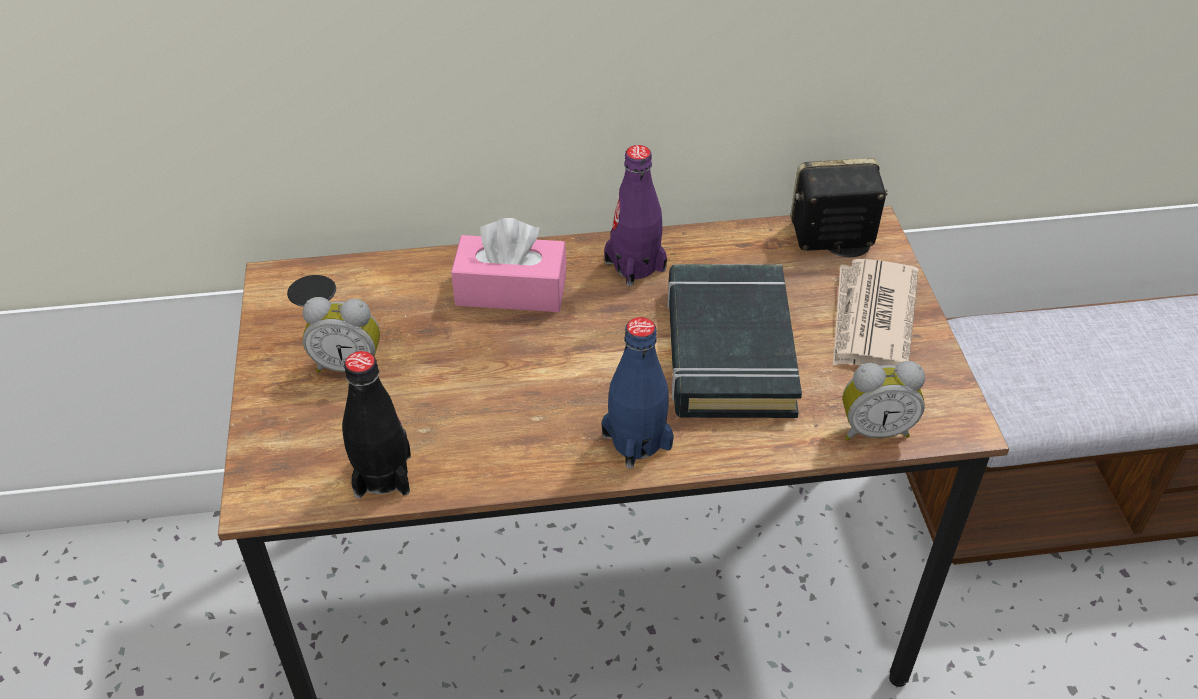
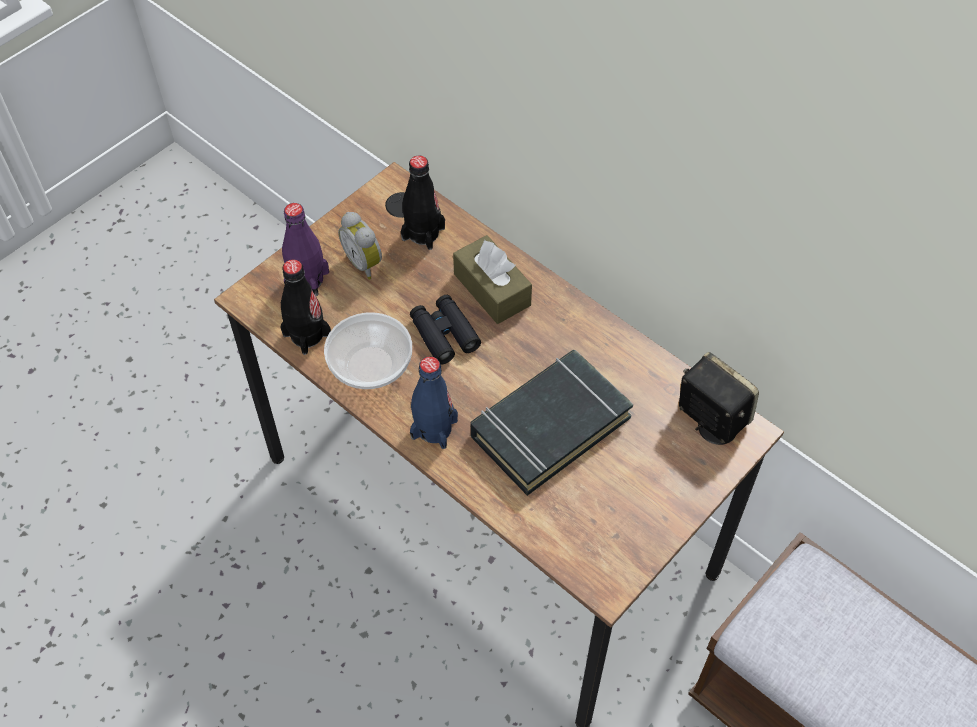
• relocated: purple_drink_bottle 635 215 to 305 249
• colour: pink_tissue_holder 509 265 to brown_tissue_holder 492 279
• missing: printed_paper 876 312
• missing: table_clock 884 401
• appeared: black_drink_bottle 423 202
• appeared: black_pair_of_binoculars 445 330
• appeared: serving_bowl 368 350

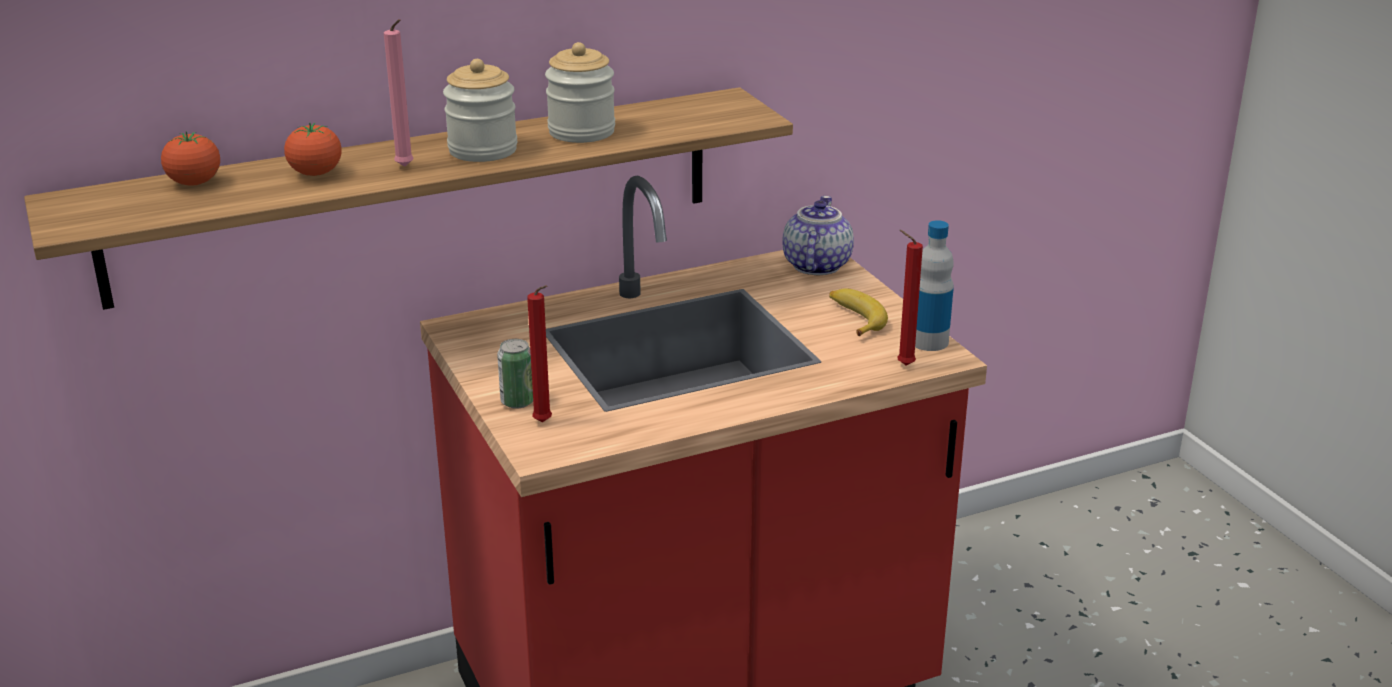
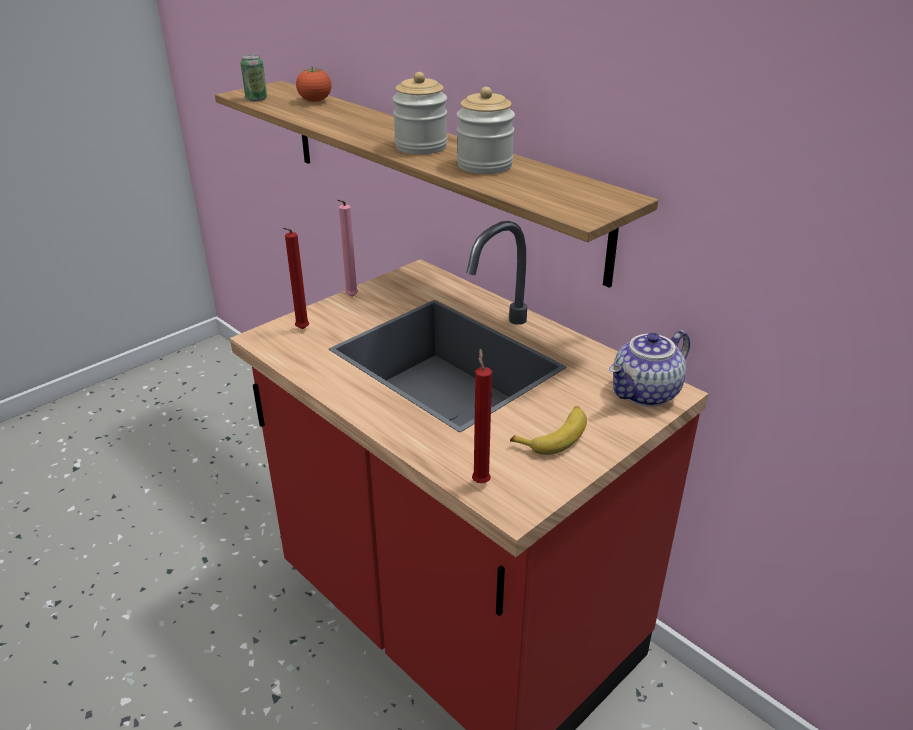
• relocated: pink_candle 399 93 to 347 248
• missing: whole_tomato 313 149
• spun: tea_pot 818 235 = 649 368 150 degrees clockwise
• missing: drink_bottle 934 285
• relocated: can 515 374 to 253 78

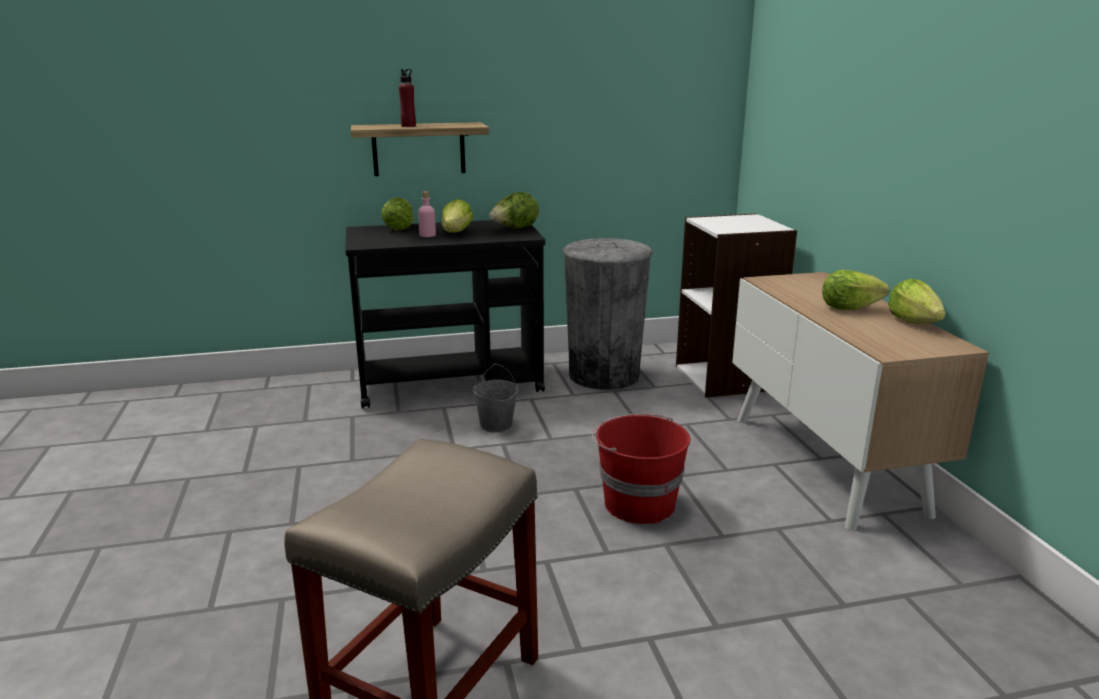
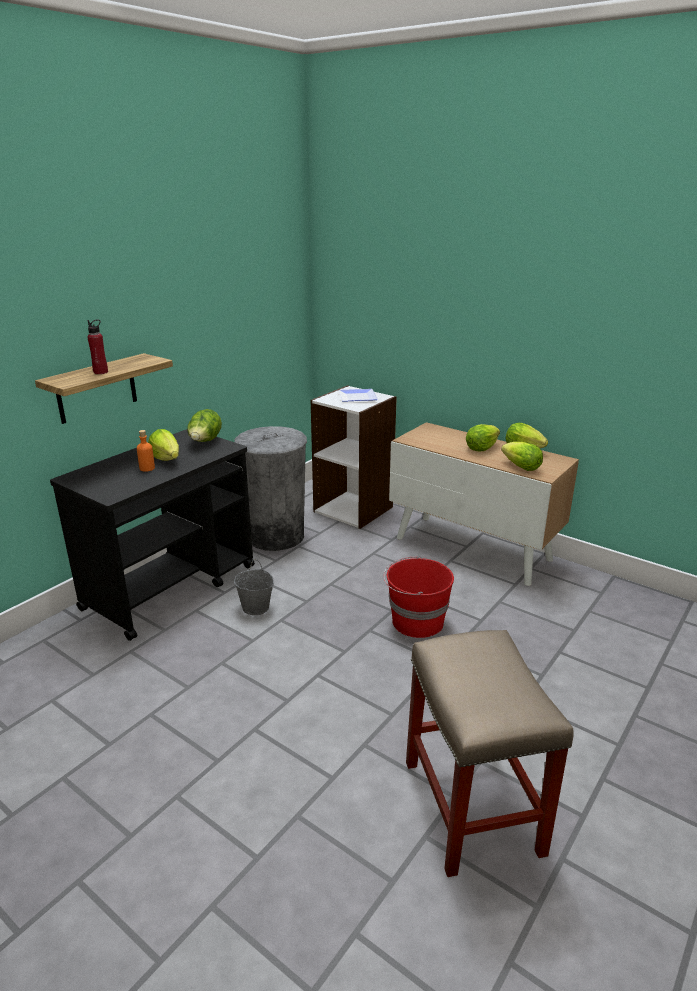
• colour: pink_drink_bottle 427 214 to orangey_drink_bottle 146 451
• relocated: head_of_lettuce 397 213 to 522 456
• appeared: dinner_plate 358 395

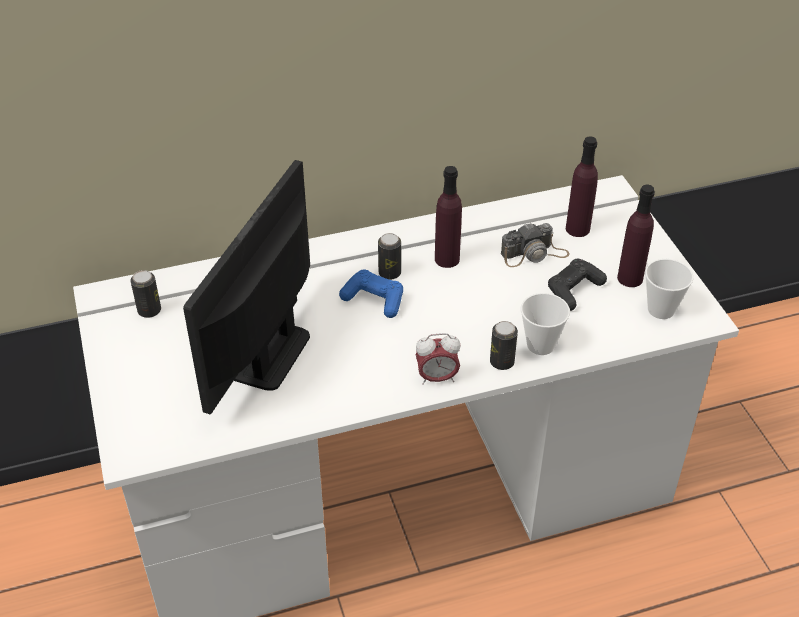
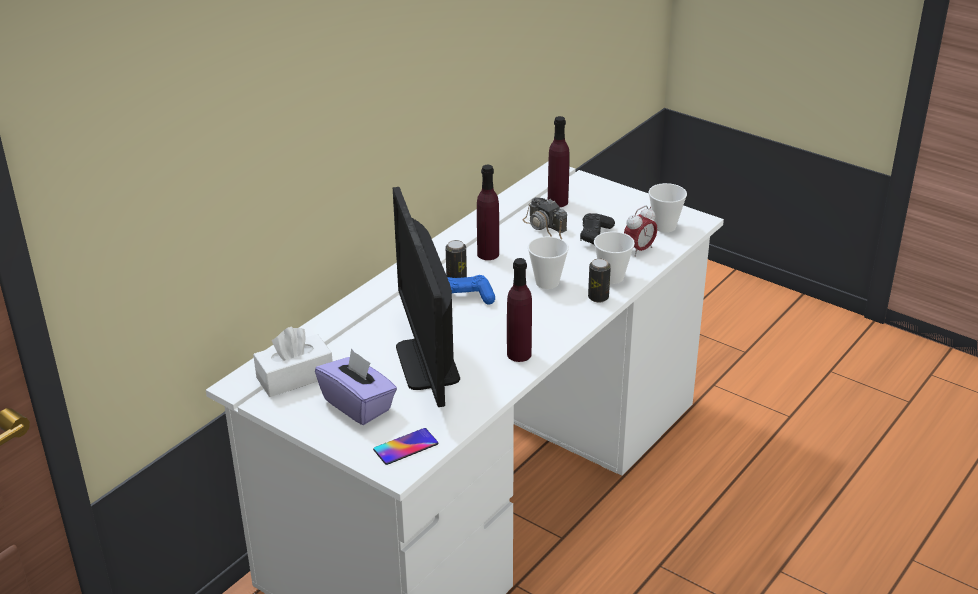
• relocated: purple_drink_bottle 636 236 to 519 310
• spun: photo_camera 535 244 = 545 218 105 degrees clockwise
• exchanged: can 145 294 to whitish_tissue_holder 293 362
• relocated: table_clock 438 359 to 640 231
• appeared: drinking_cup 548 262
• appeared: purple_tissue_holder 356 386
• appeared: handset 405 446

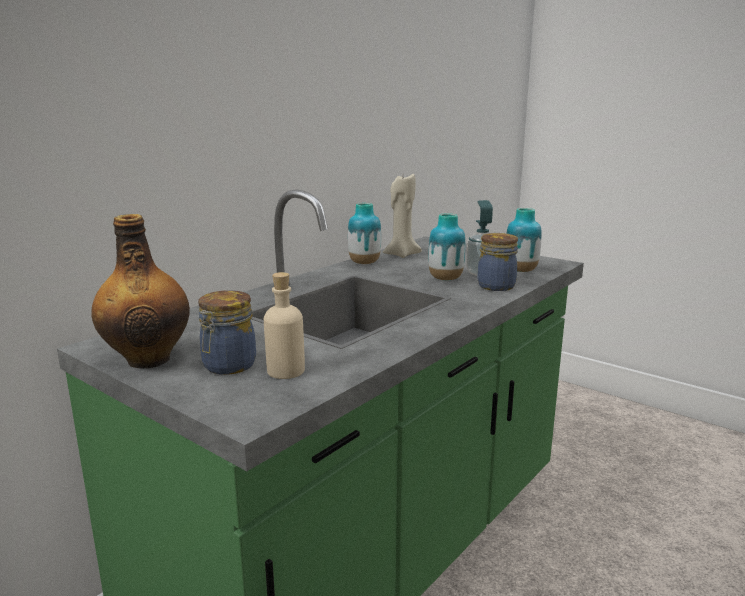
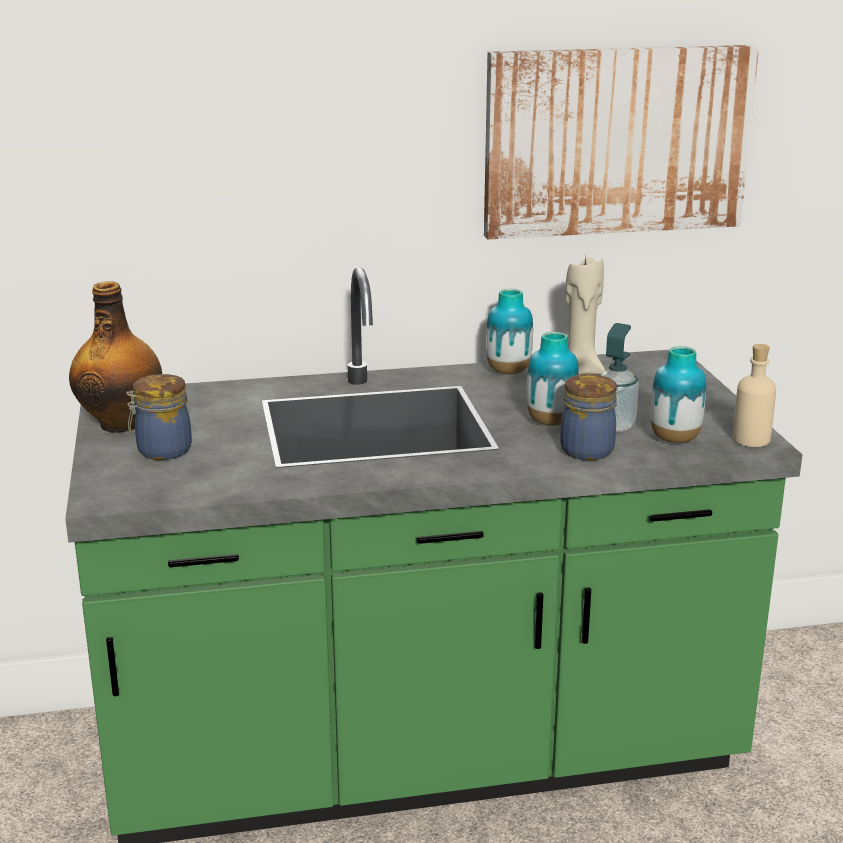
• relocated: beige_drink_bottle 284 325 to 754 395
• appeared: wall_art 621 142

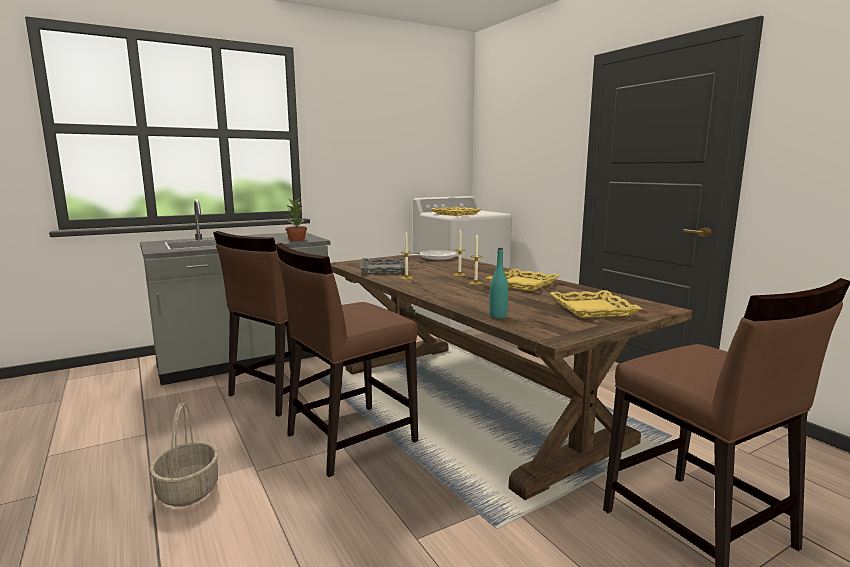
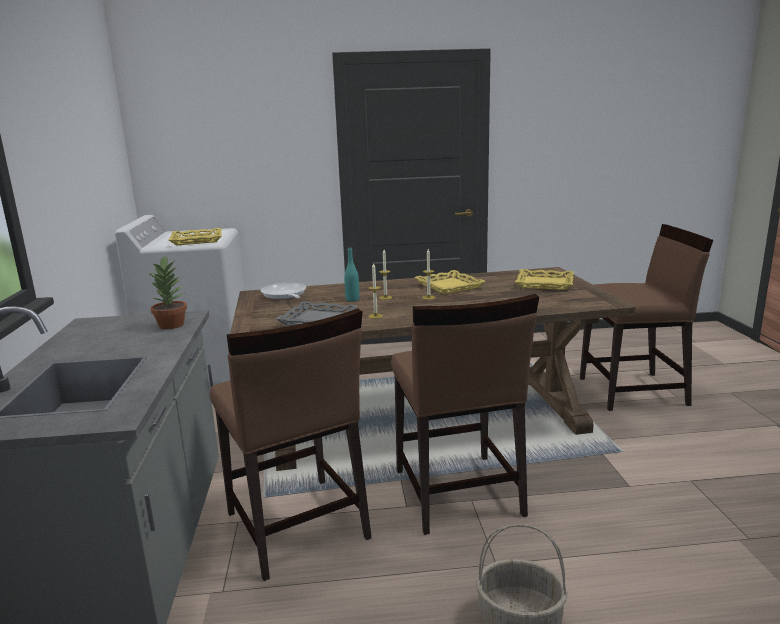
• relocated: turquoise_drink_bottle 498 283 to 351 274

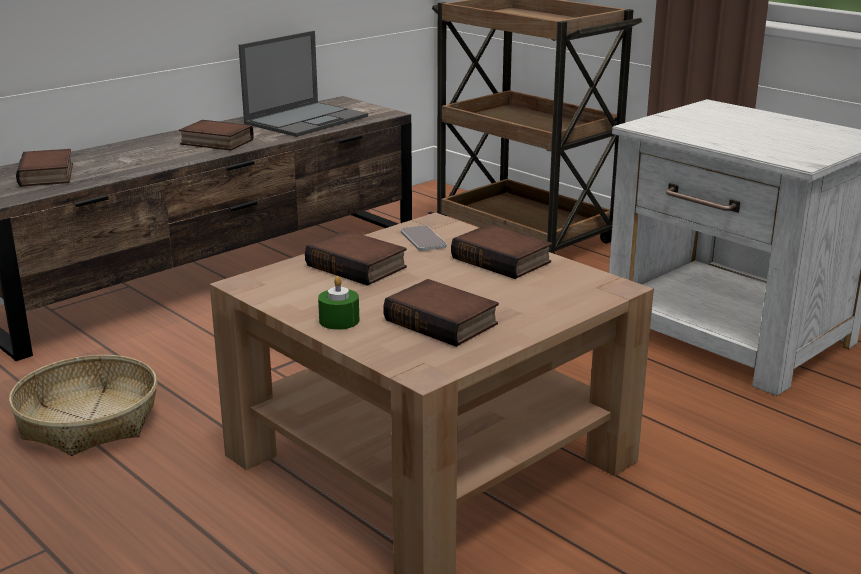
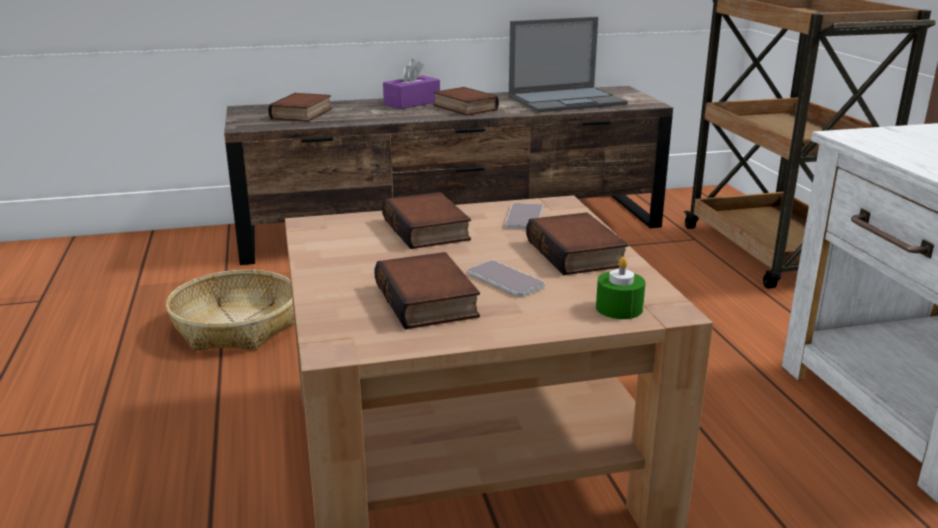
• relocated: greenish_candle 338 303 to 620 288
• appeared: purple_tissue_holder 411 84
• appeared: handset 506 279

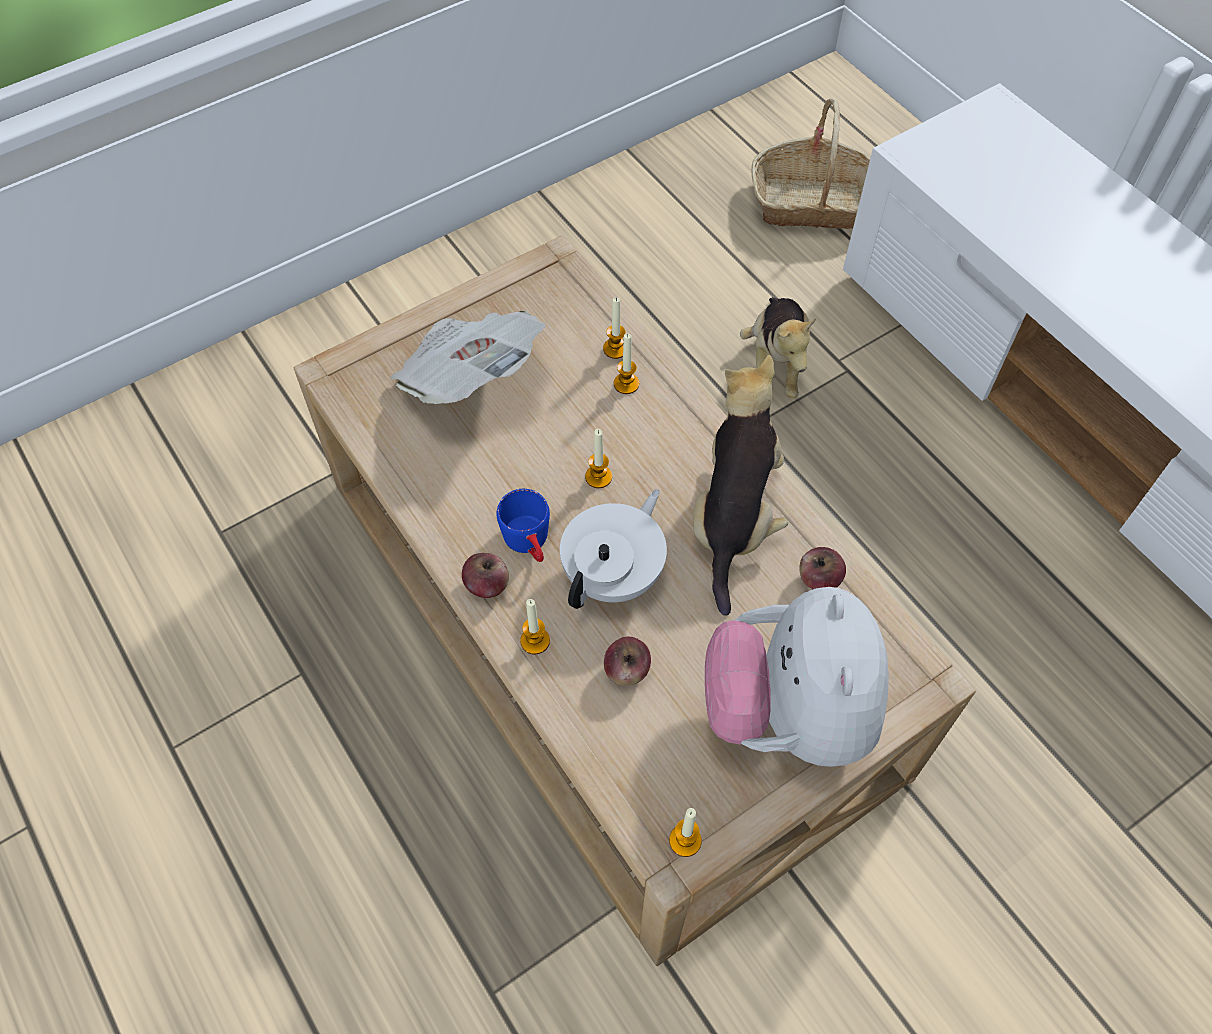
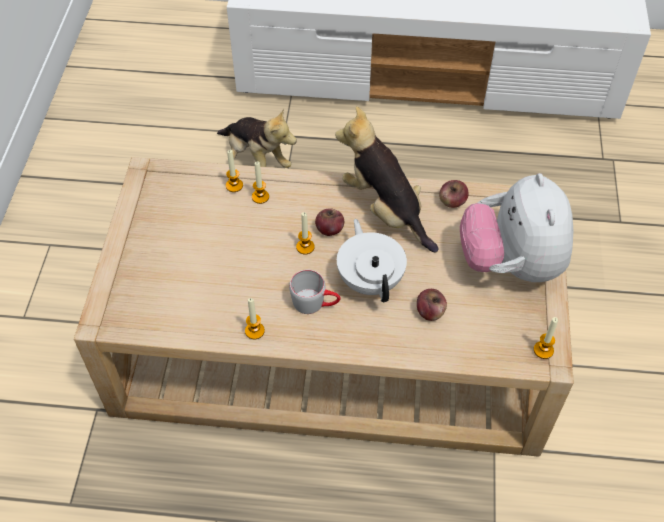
• missing: household_basket 811 164
• missing: printed_paper 467 357
• colour: blue-coloured_coffee_mug 523 525 to gray_coffee_mug 314 292
• relocated: whole_apple 485 575 to 329 222
• spun: soft_toy 797 677 = 516 227 45 degrees clockwise
• relocated: candle 535 627 to 255 318

